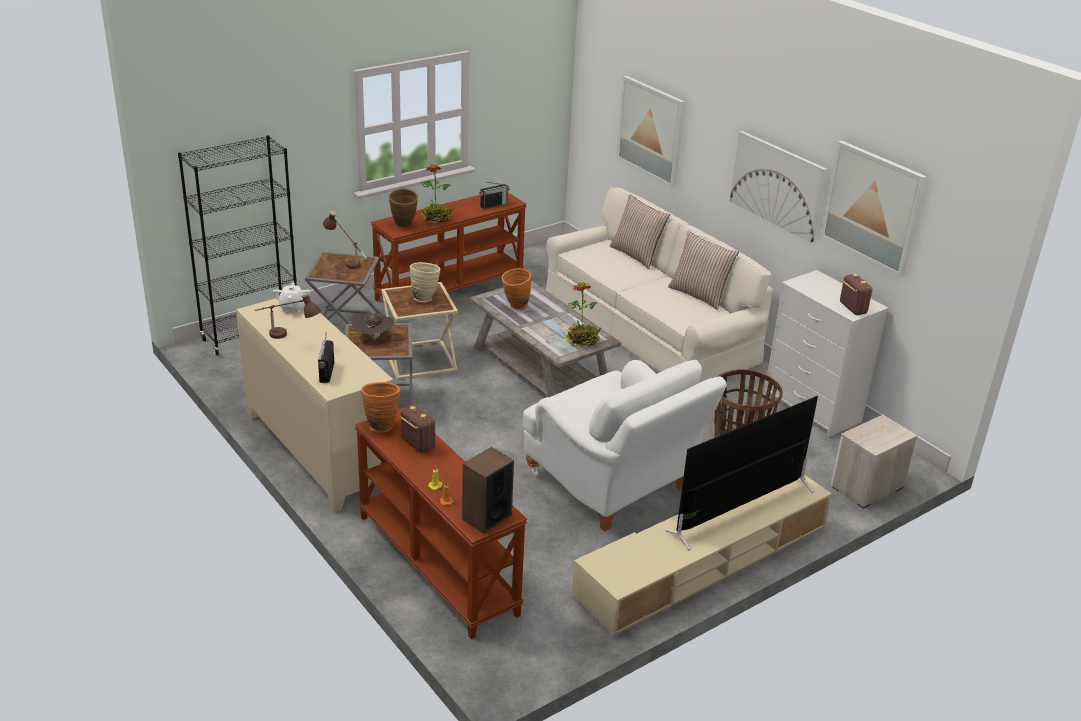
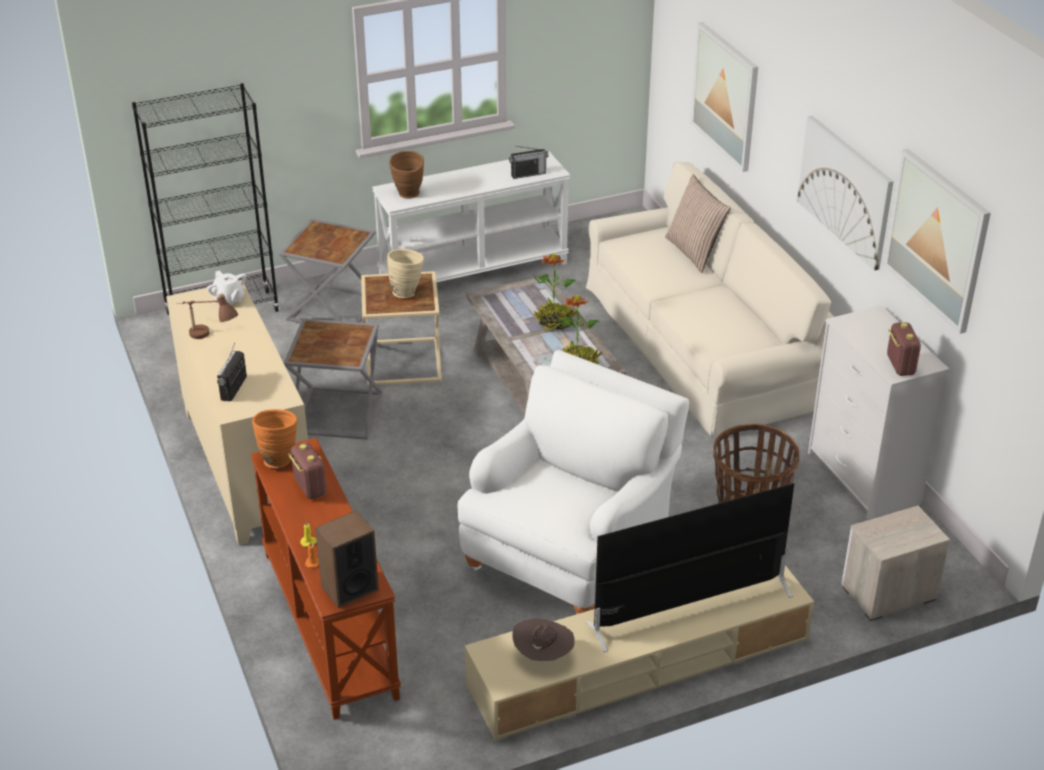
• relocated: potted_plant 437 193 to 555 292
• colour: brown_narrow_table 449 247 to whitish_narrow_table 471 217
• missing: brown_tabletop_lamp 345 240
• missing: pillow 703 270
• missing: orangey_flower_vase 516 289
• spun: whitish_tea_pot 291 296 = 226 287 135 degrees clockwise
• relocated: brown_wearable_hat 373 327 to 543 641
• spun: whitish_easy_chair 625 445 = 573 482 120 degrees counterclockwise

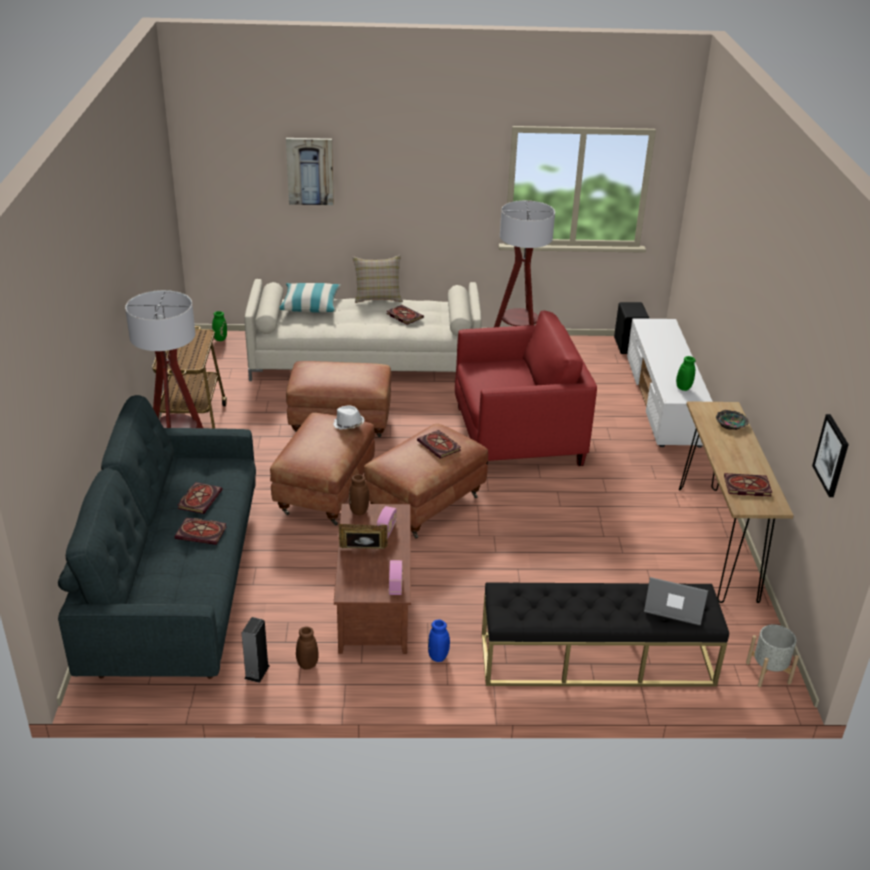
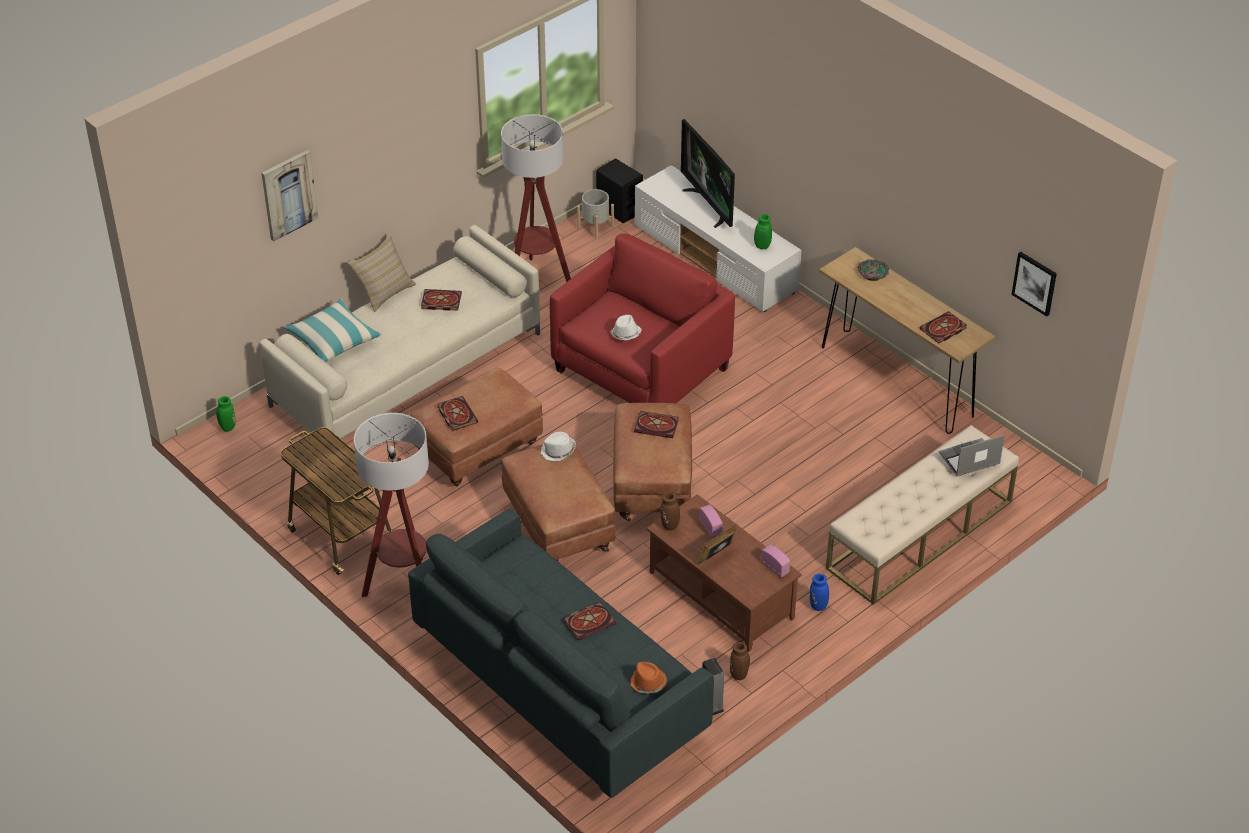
• relocated: book 200 498 to 457 413
• colour: black_indoor_bench 605 634 to beige_indoor_bench 922 515
• relocated: gray_flower_pot 772 655 to 595 214
• appeared: TV_set 708 173
• appeared: whitish_wearable_hat 626 327
• appeared: orangey_wearable_hat 648 678

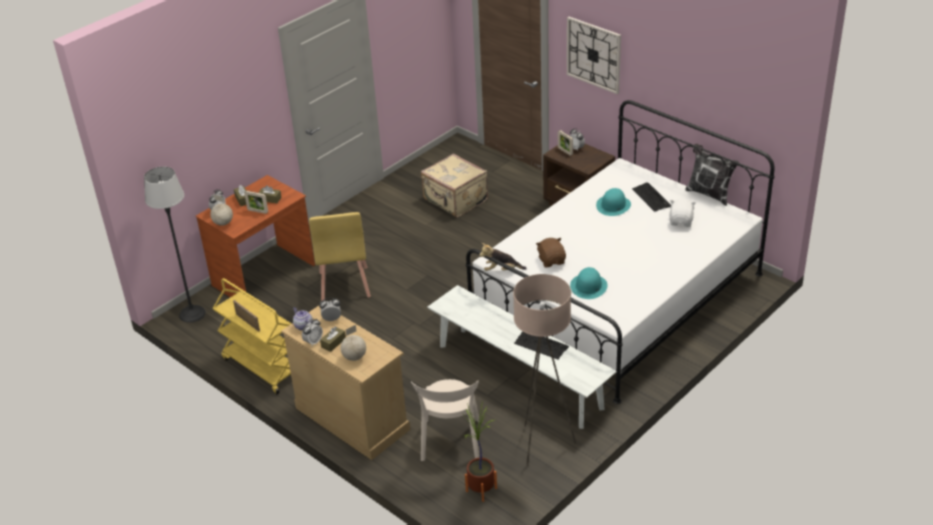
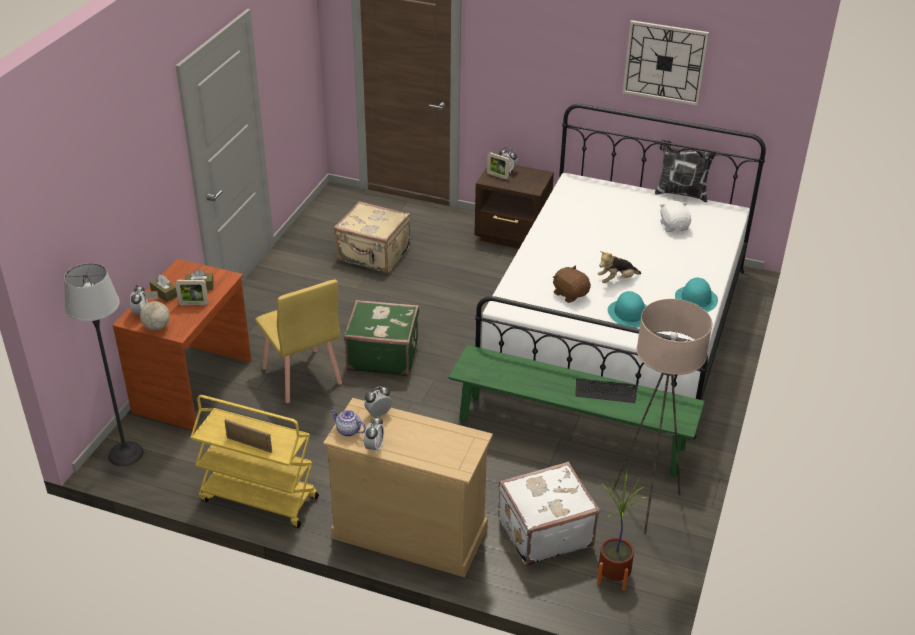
• relocated: wall_clock 594 55 to 666 63
• missing: computer_keyboard 651 197
• relocated: turquoise_wearable_hat 613 202 to 696 295
• relocated: soft_toy 503 257 to 619 267
• colour: whitish_indoor_bench 522 357 to greenish_indoor_bench 576 411
• missing: world_globe 353 343
• missing: brown_tissue_holder 333 339
• exchanged: beige_plain_chair 445 420 to whitish_suitcase 549 514
• appeared: greenish_suitcase 381 338

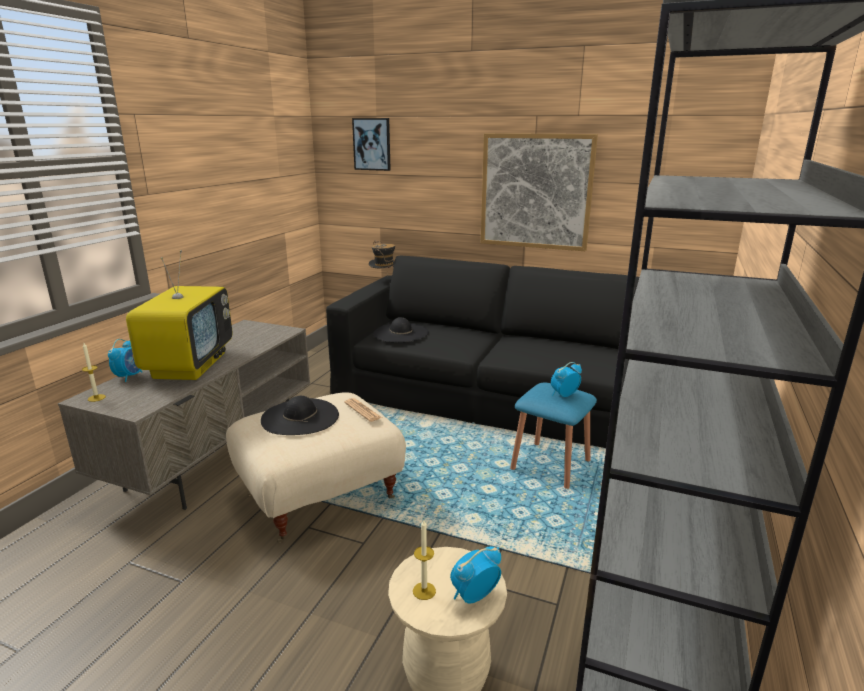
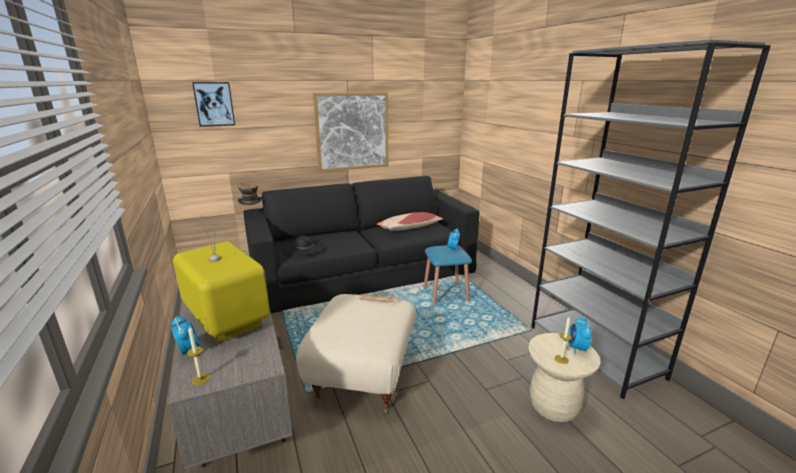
• missing: black_wearable_hat 300 415
• appeared: pillow 410 221

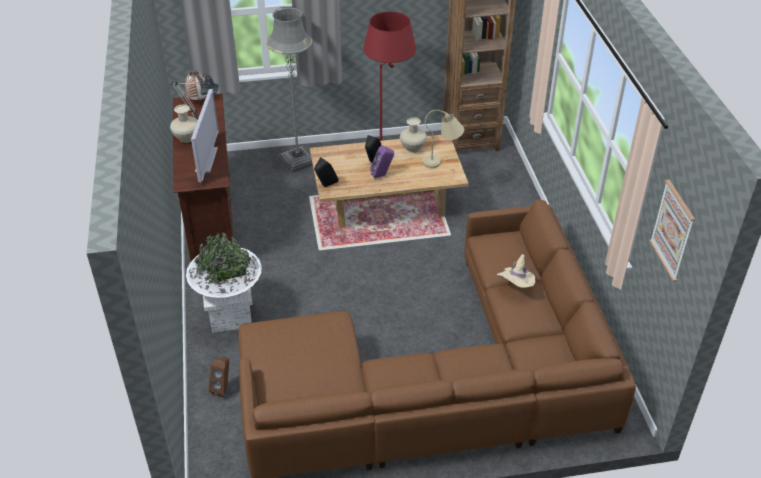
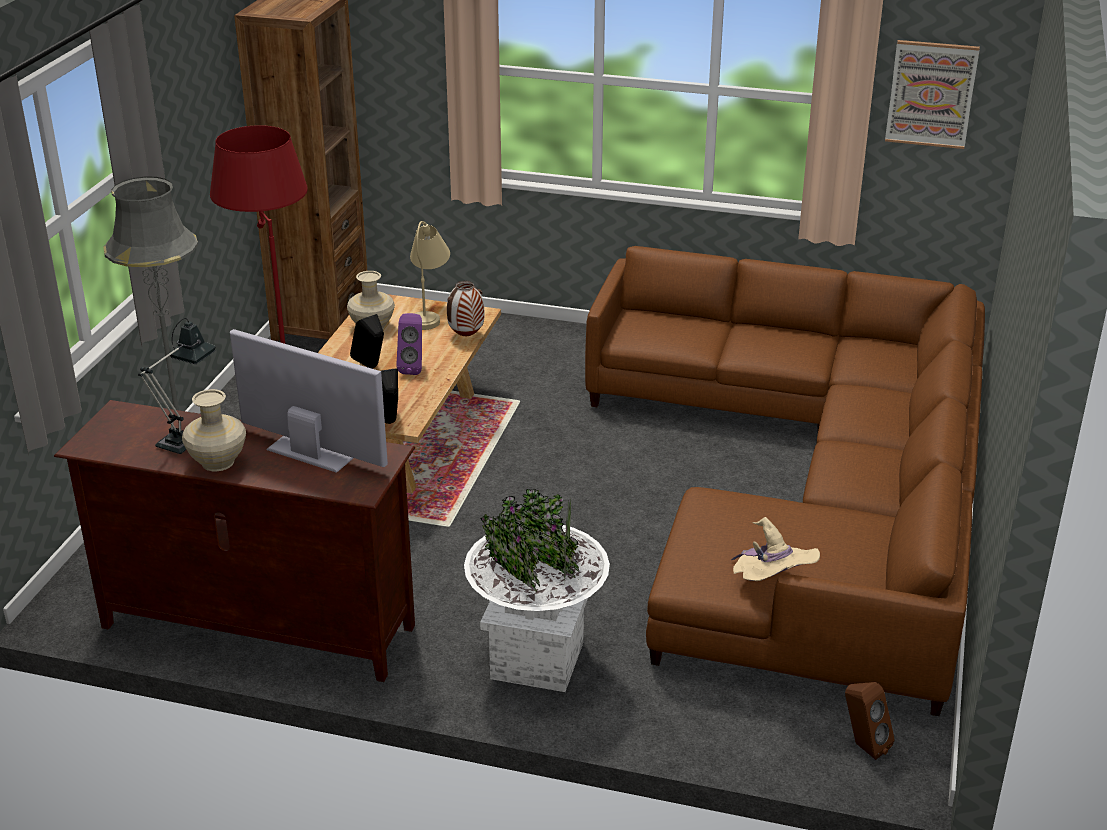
• relocated: flower_vase 196 86 to 465 309
• relocated: beige_wearable_hat 516 271 to 775 549
• relocated: brown_loudspeaker 218 377 to 870 721

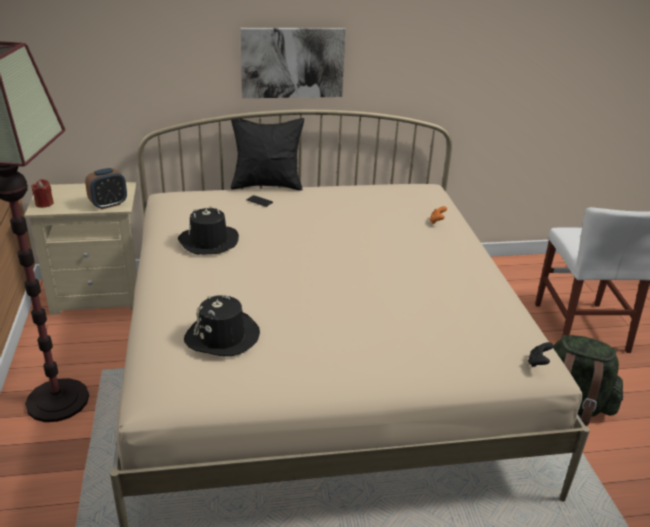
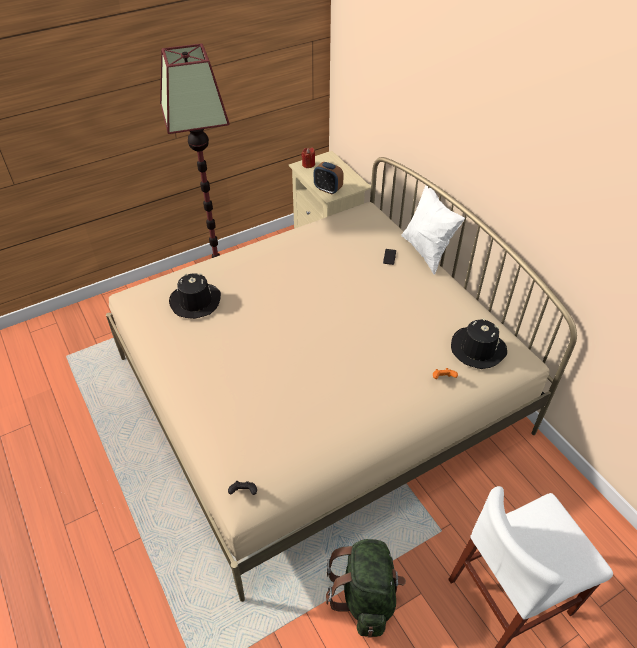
• missing: wall_art 293 63
• colour: black_pillow 267 154 to whitish_pillow 433 230
• relocated: black_wearable_hat 208 230 to 479 343

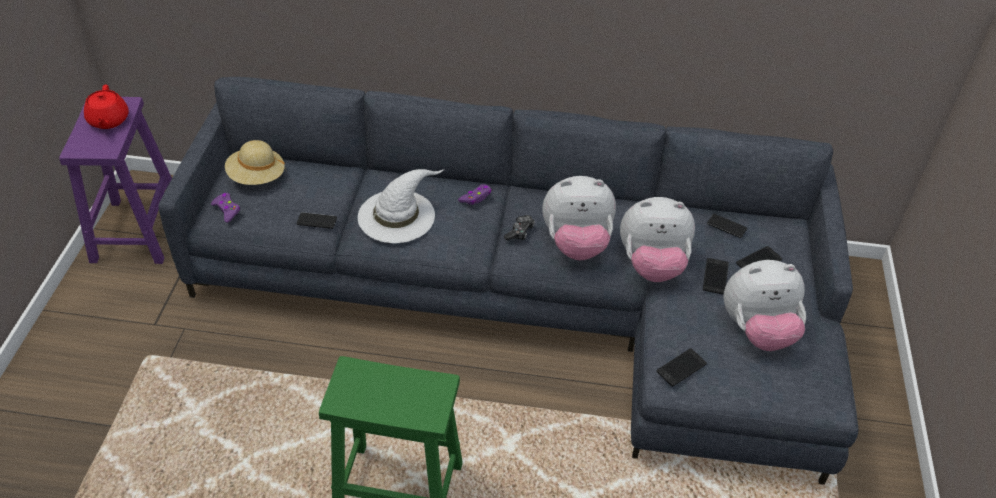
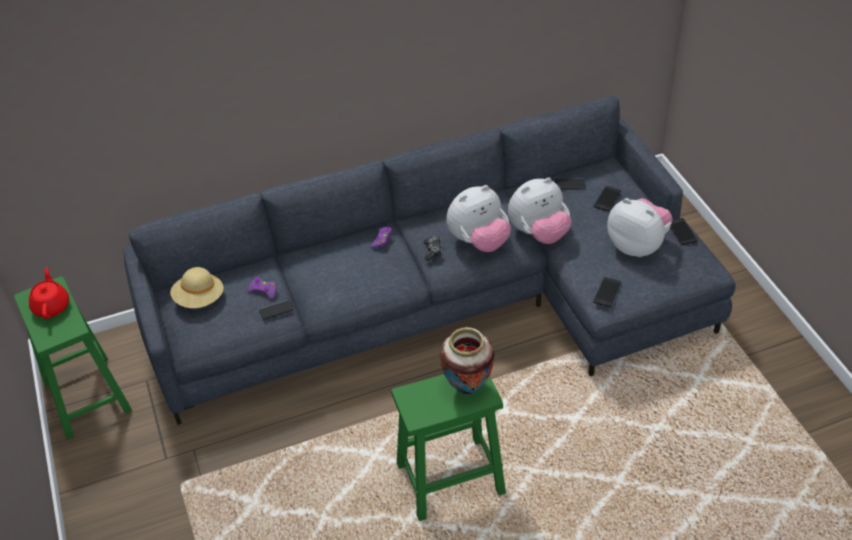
• spun: reddish_tea_pot 106 106 = 49 293 150 degrees counterclockwise
• colour: purple_stool 115 180 to greenish_stool 73 358
• missing: whitish_wearable_hat 400 206
• relocated: purple_game_controller 225 208 to 262 288
• relocated: handset 716 276 to 684 231
• spun: soft_toy 764 305 = 640 227 105 degrees counterclockwise
• appeared: flower_vase 467 360

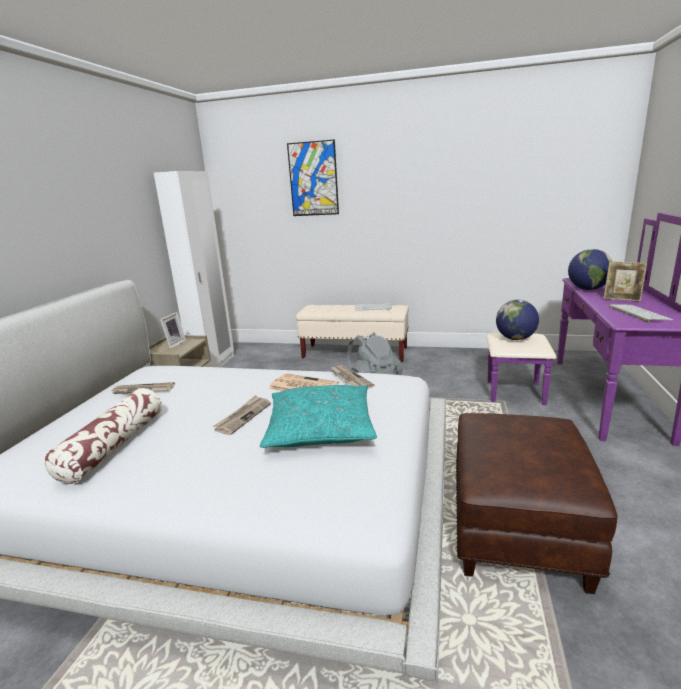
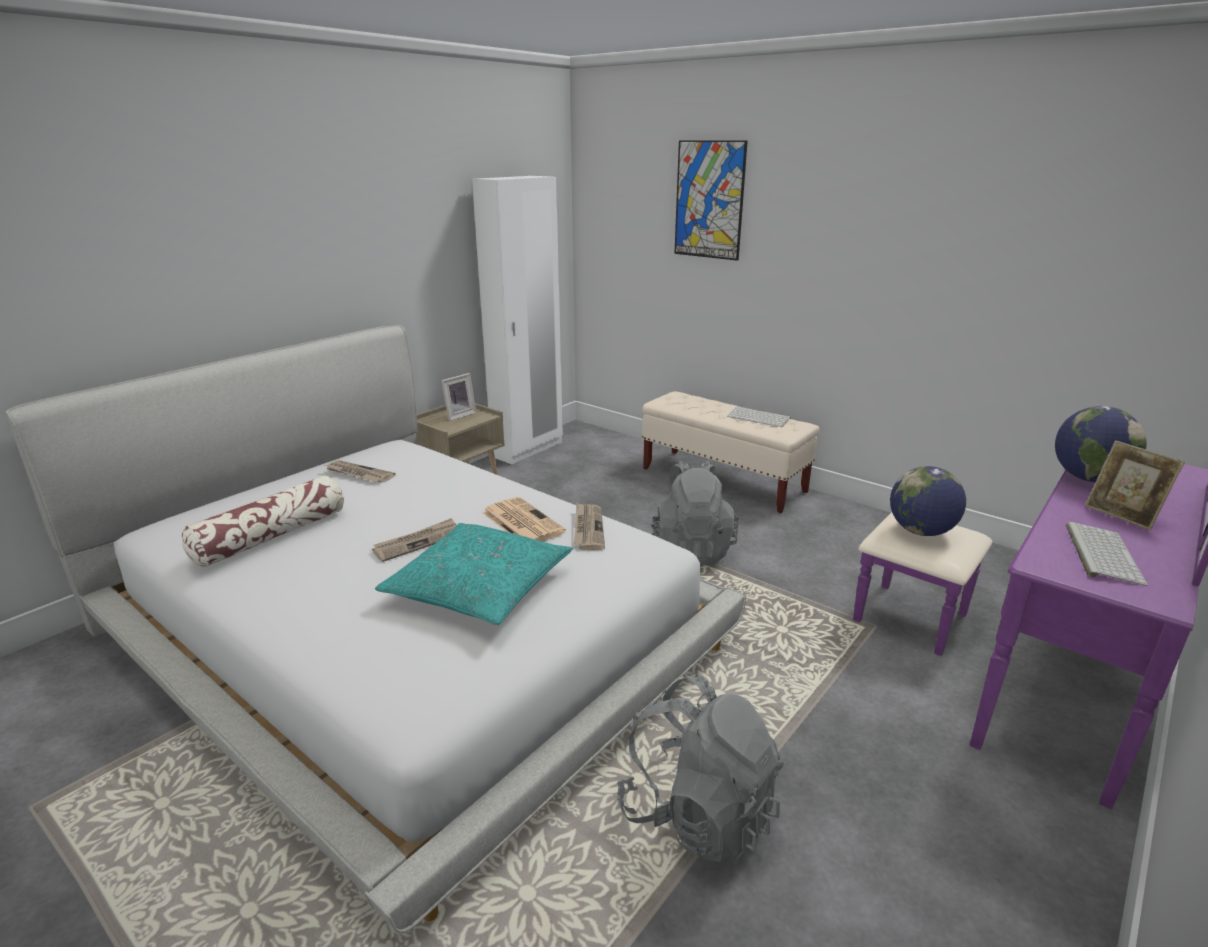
• exchanged: brown_footrest 537 503 to gray_knapsack 700 769

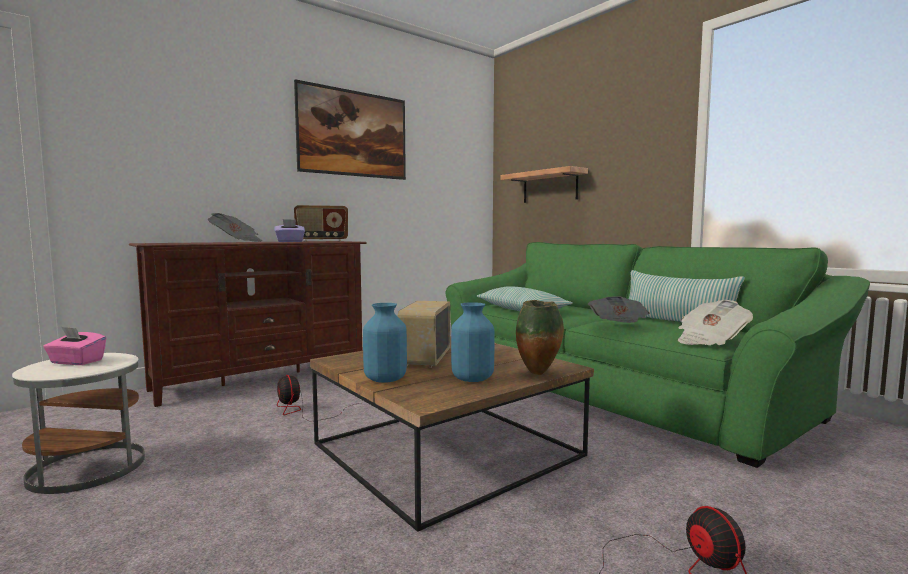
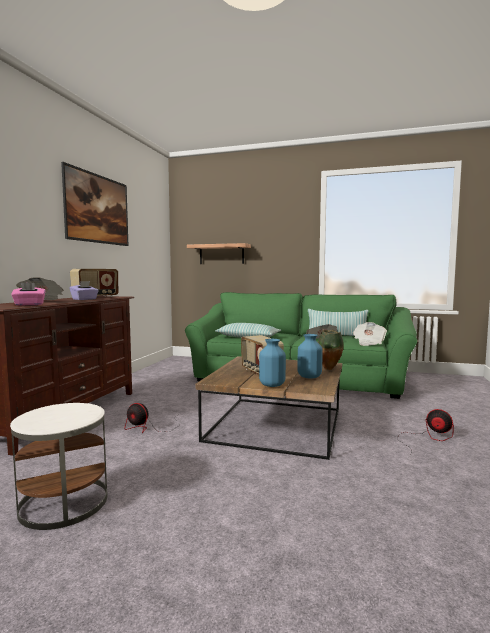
• relocated: pink_tissue_holder 74 346 to 28 294

